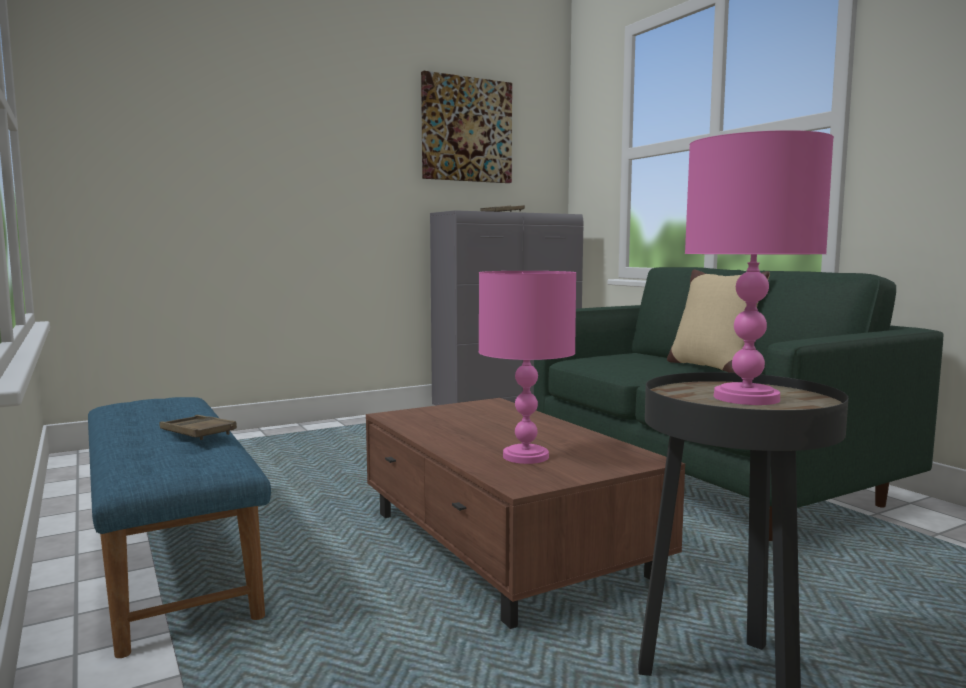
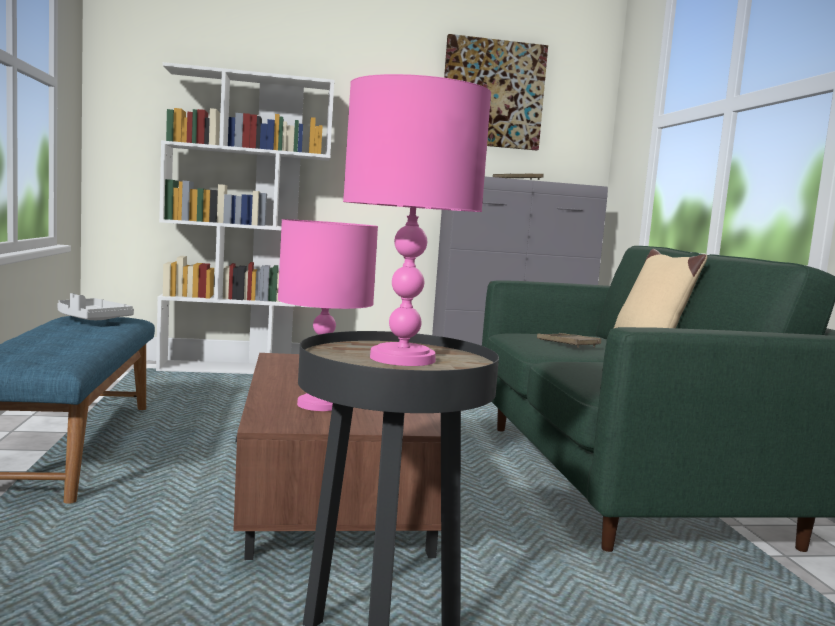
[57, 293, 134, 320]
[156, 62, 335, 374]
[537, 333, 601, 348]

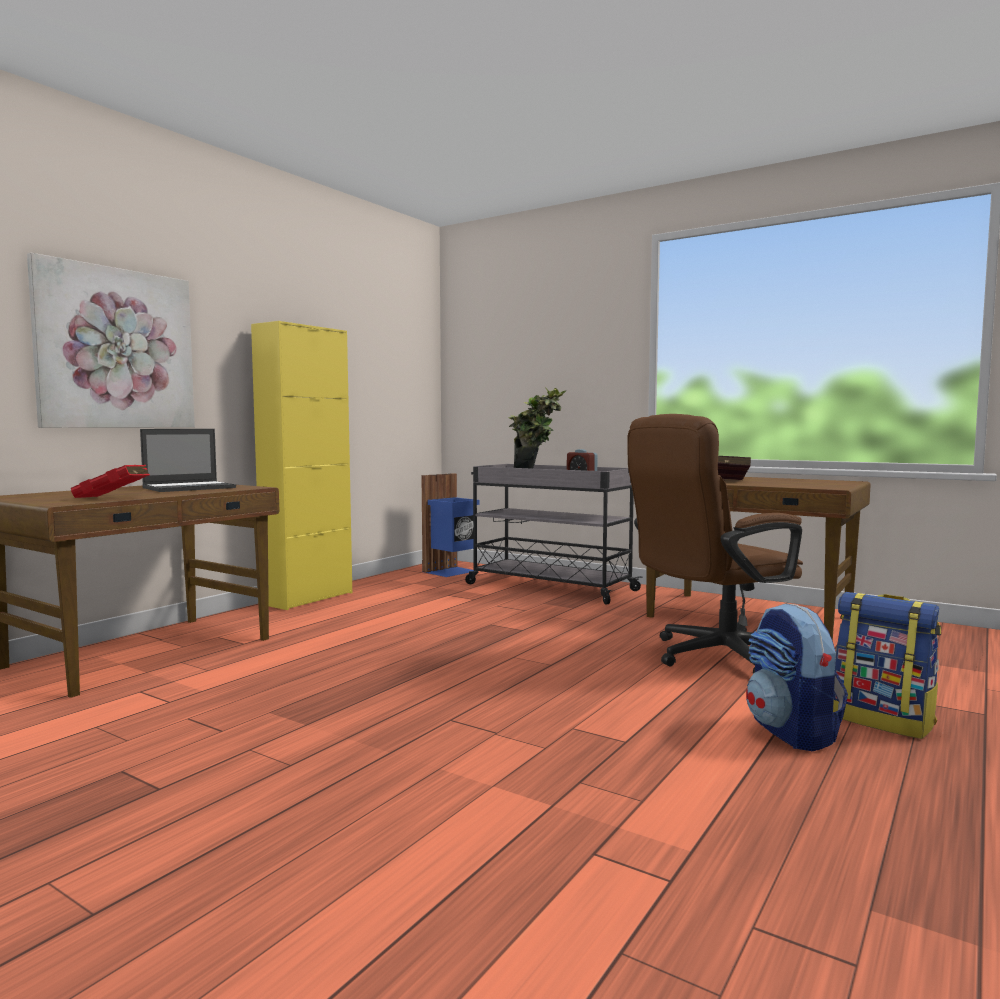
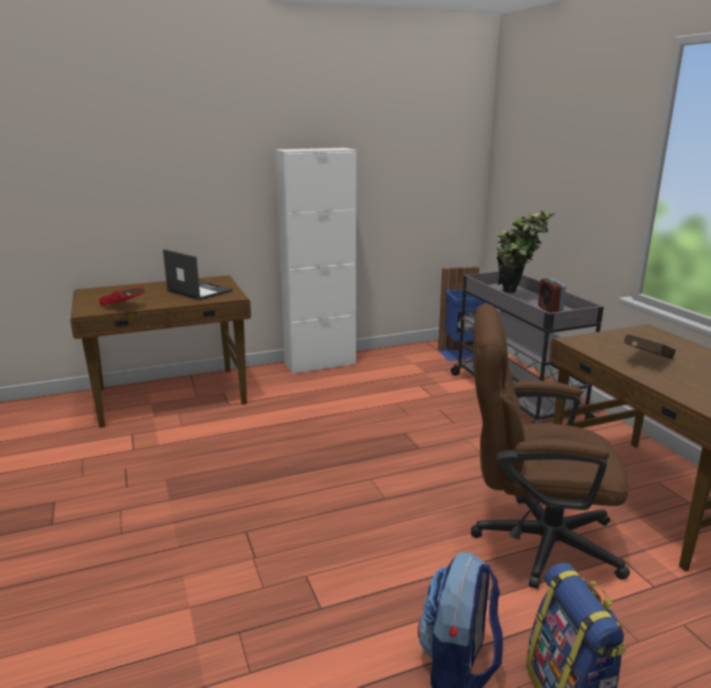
[27, 253, 195, 428] (first image)
[275, 148, 356, 374]
[163, 249, 233, 301]

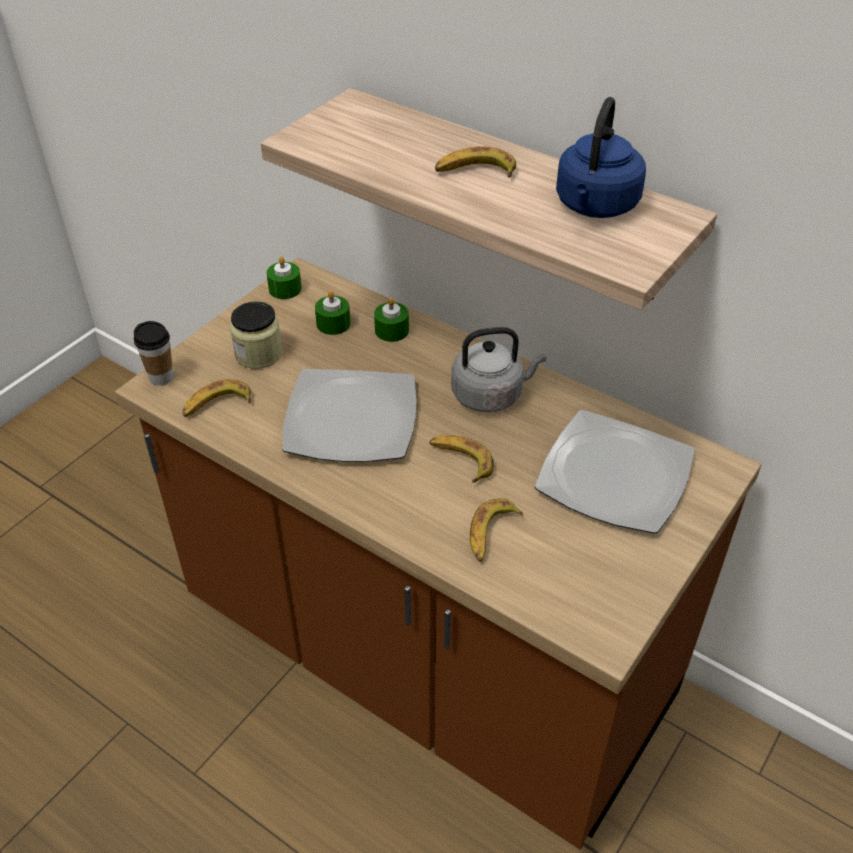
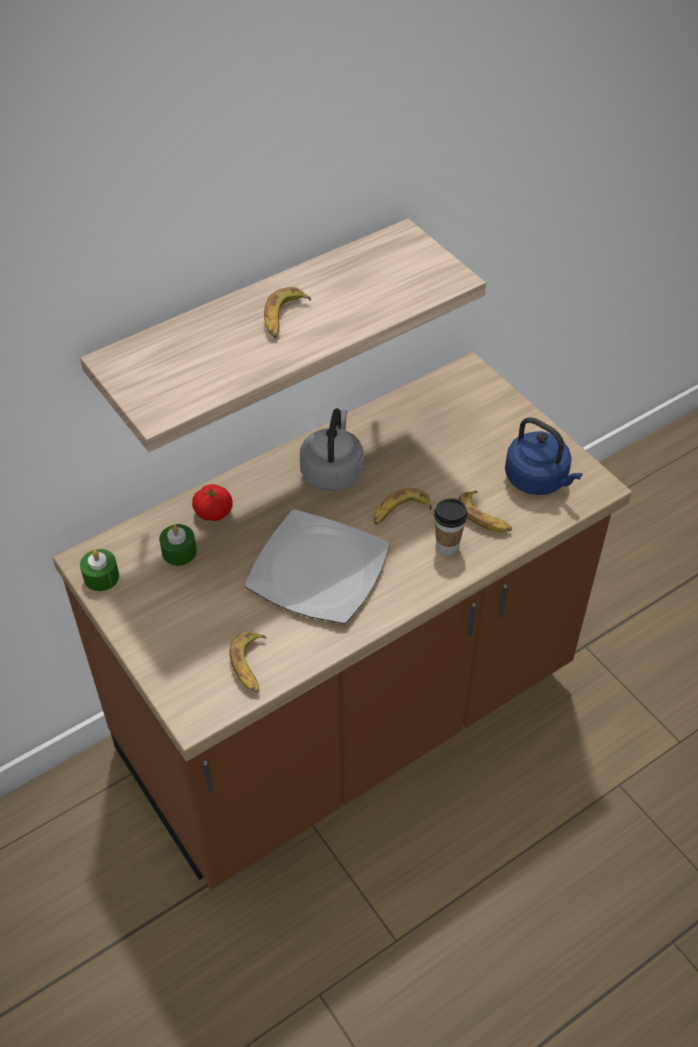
[230, 301, 282, 369] (first image)
[535, 410, 695, 534] (first image)
[434, 498, 467, 555]
[505, 417, 583, 495]
[192, 484, 233, 521]

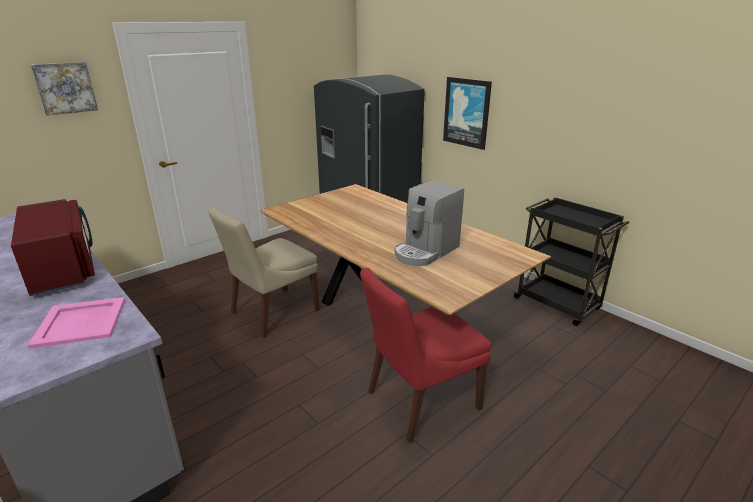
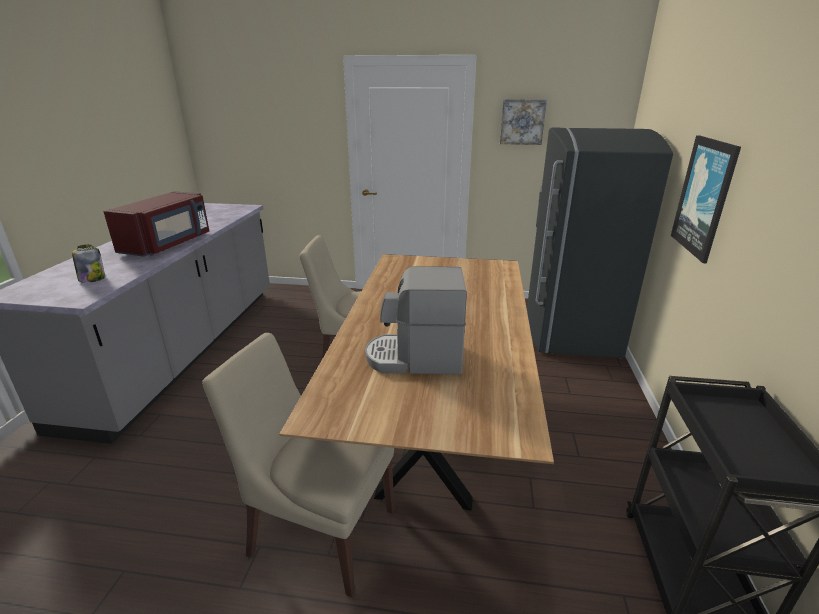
[500, 99, 547, 145]
[72, 244, 105, 283]
[202, 333, 395, 597]

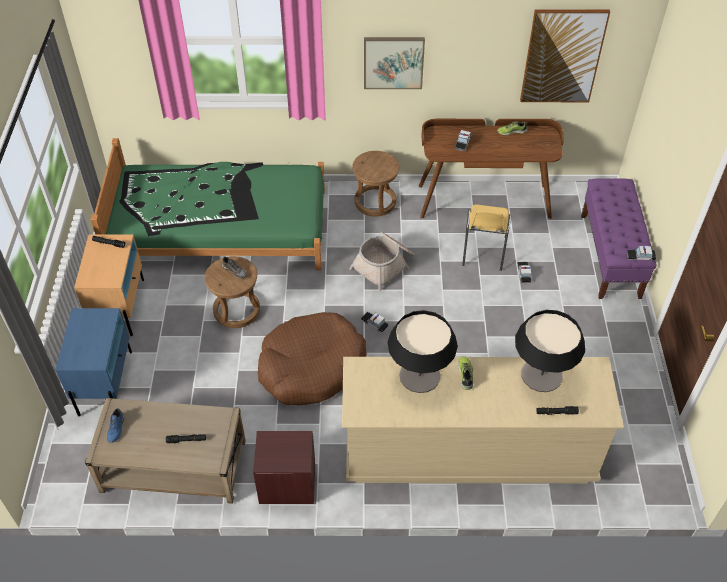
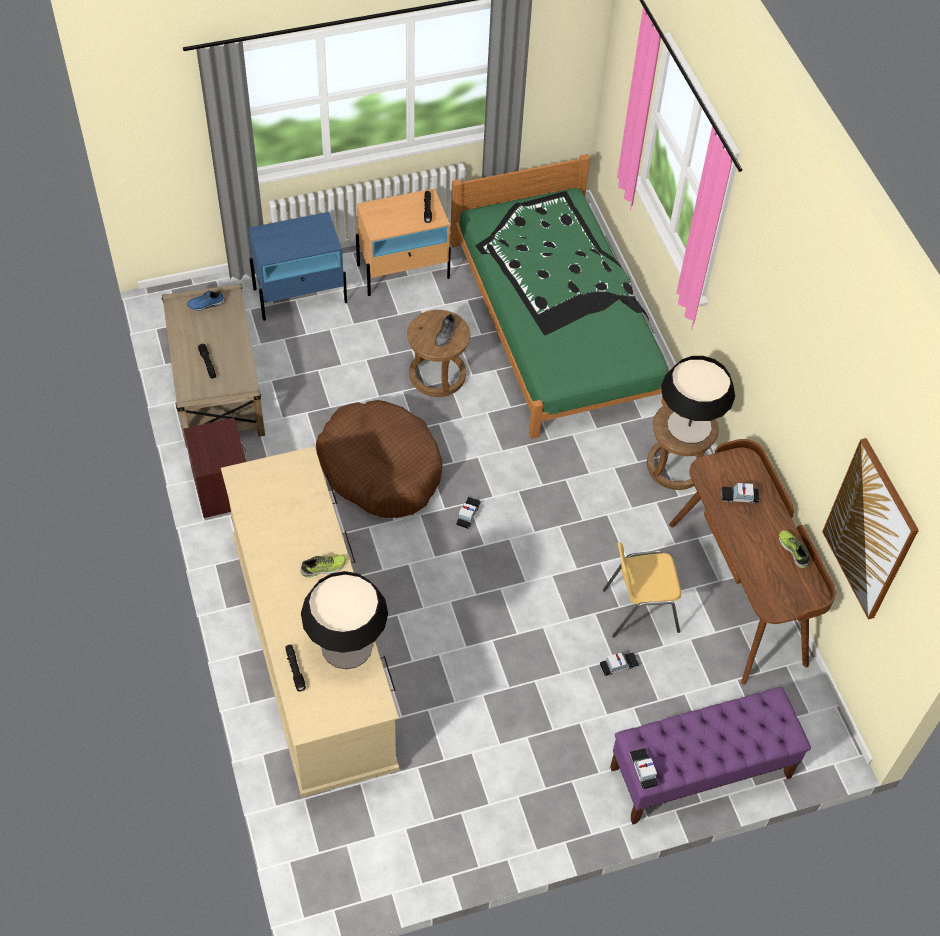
[349, 232, 415, 291] (first image)
[364, 37, 425, 89] (first image)
[661, 356, 735, 444]

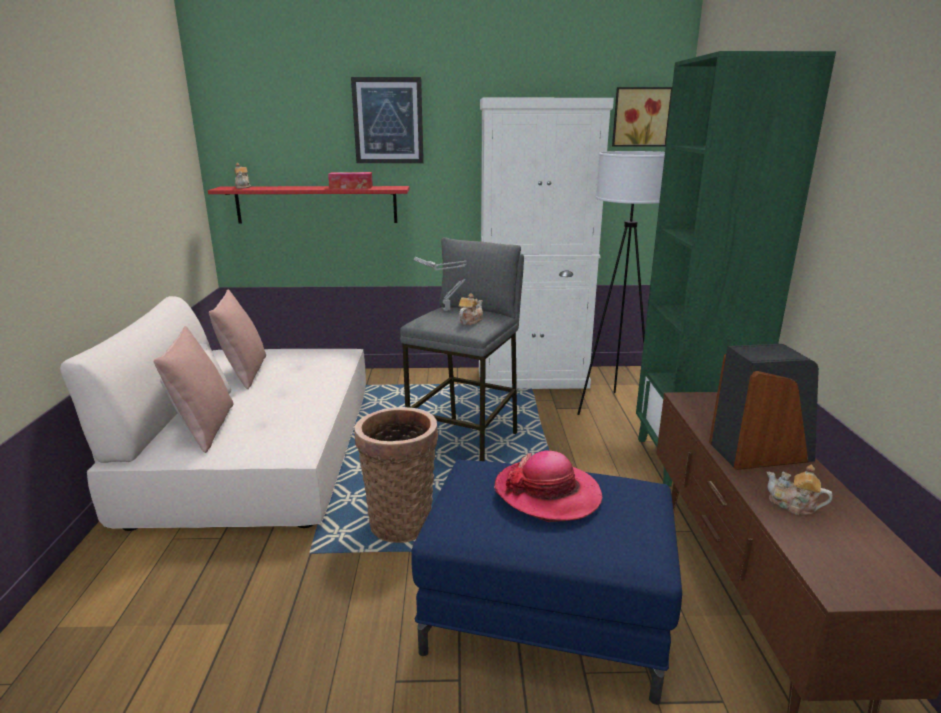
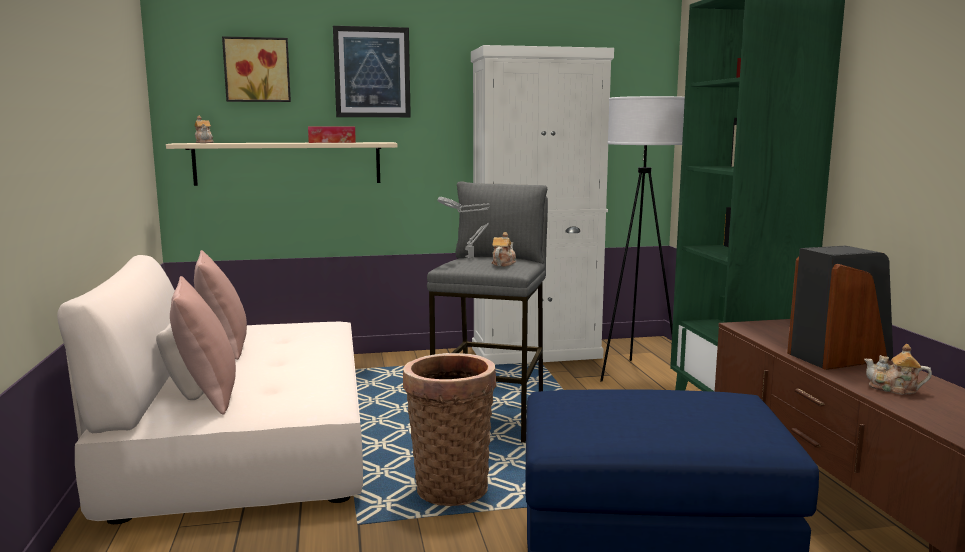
[494, 450, 602, 522] (first image)
[222, 36, 291, 102]
[166, 142, 398, 186]

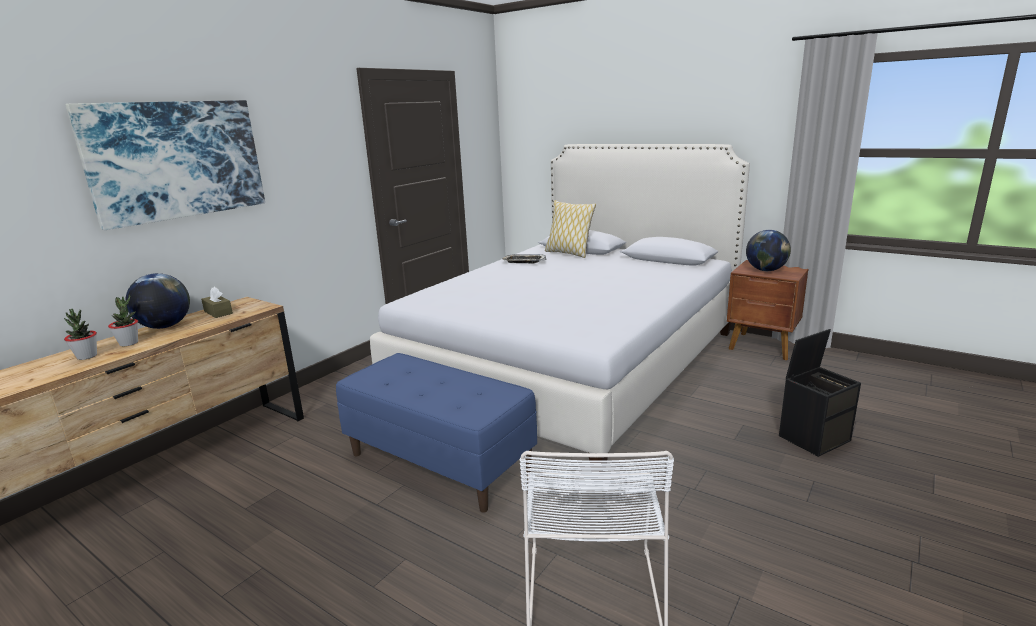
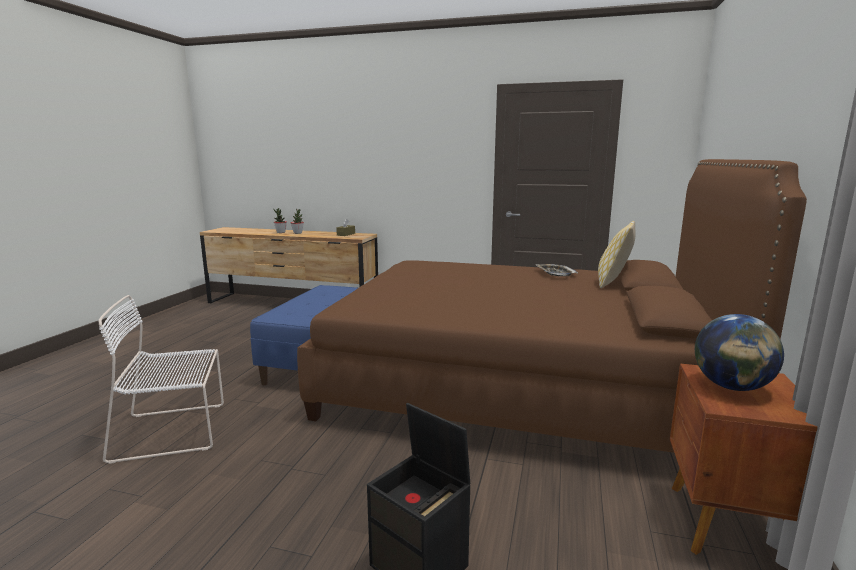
[65, 100, 265, 230] (first image)
[125, 273, 190, 329] (first image)
[297, 159, 807, 453]

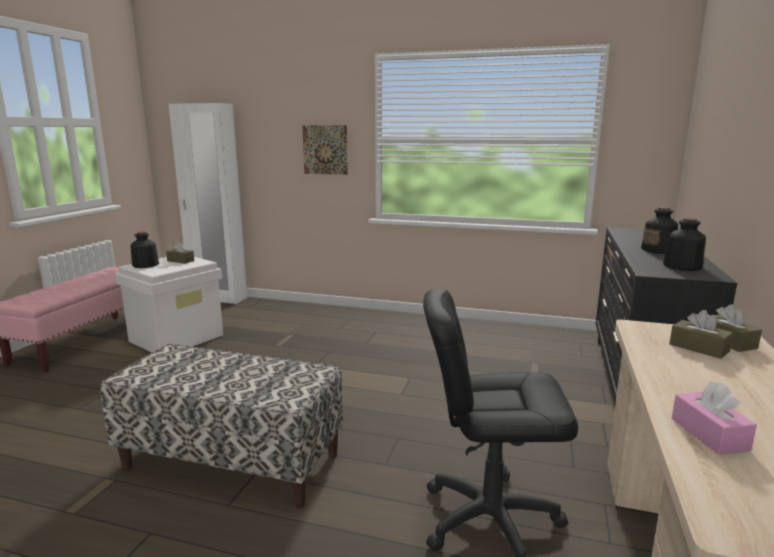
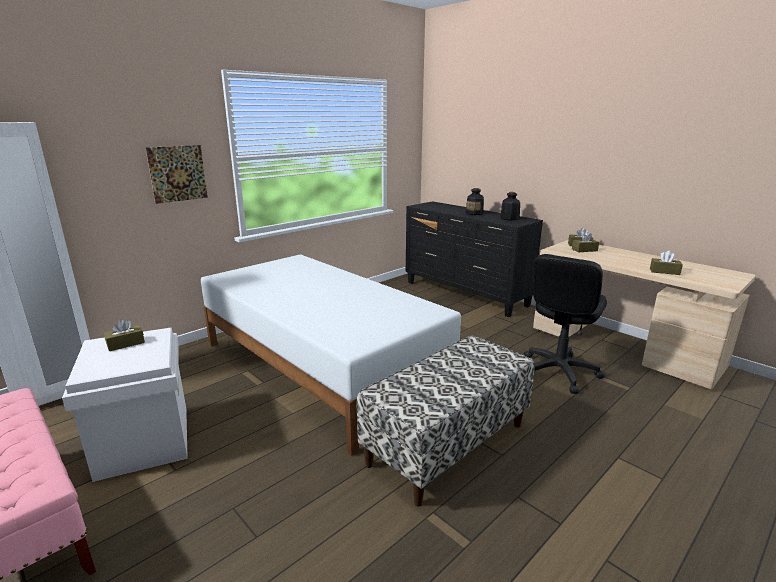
[130, 232, 159, 268] (first image)
[201, 254, 461, 456]
[650, 251, 683, 275]

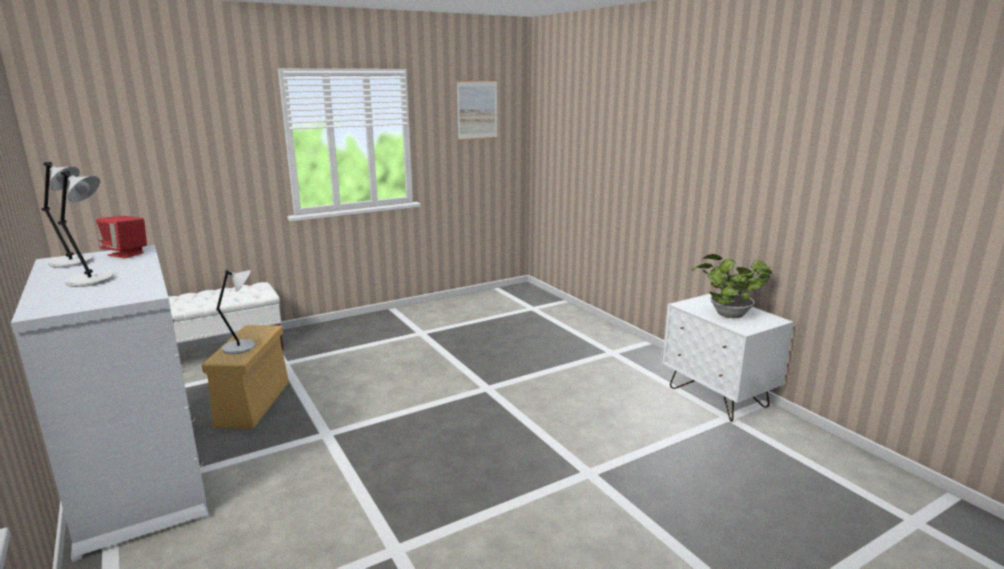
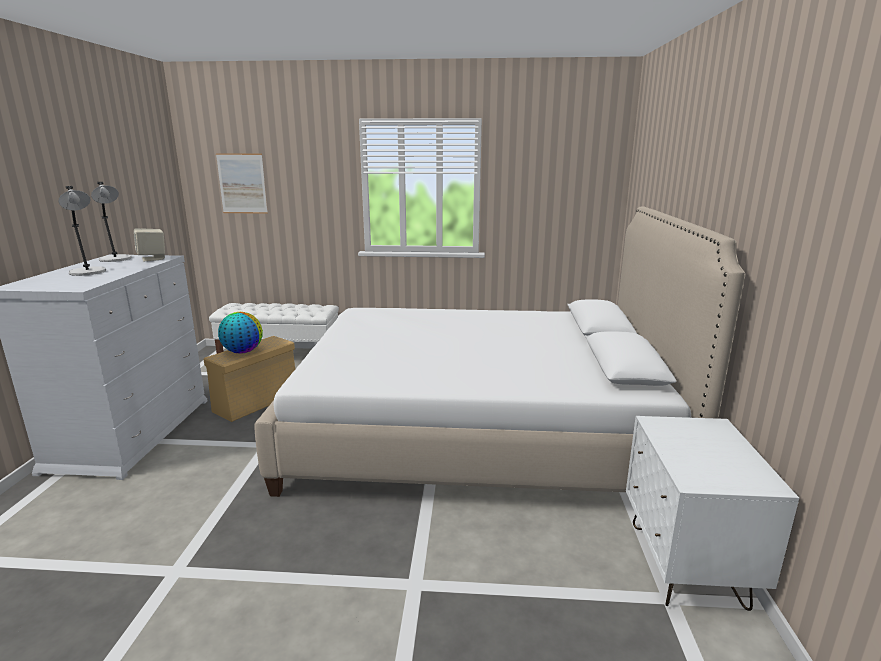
[691, 254, 772, 318] (first image)
[255, 206, 745, 497]
[216, 153, 268, 214]
[218, 312, 263, 353]
[134, 228, 165, 262]

